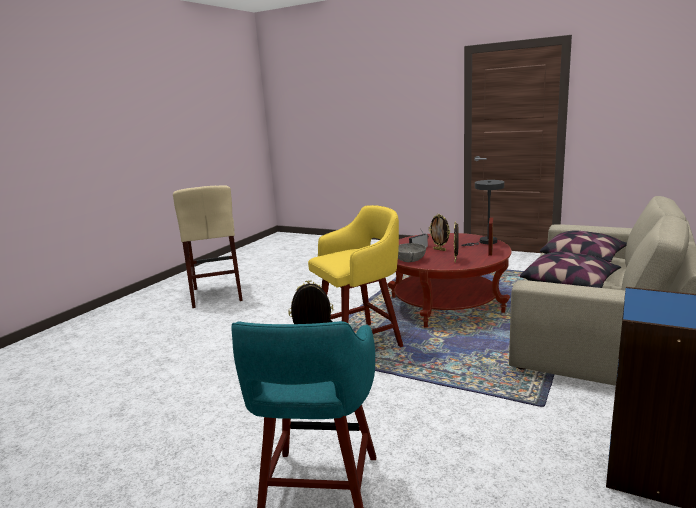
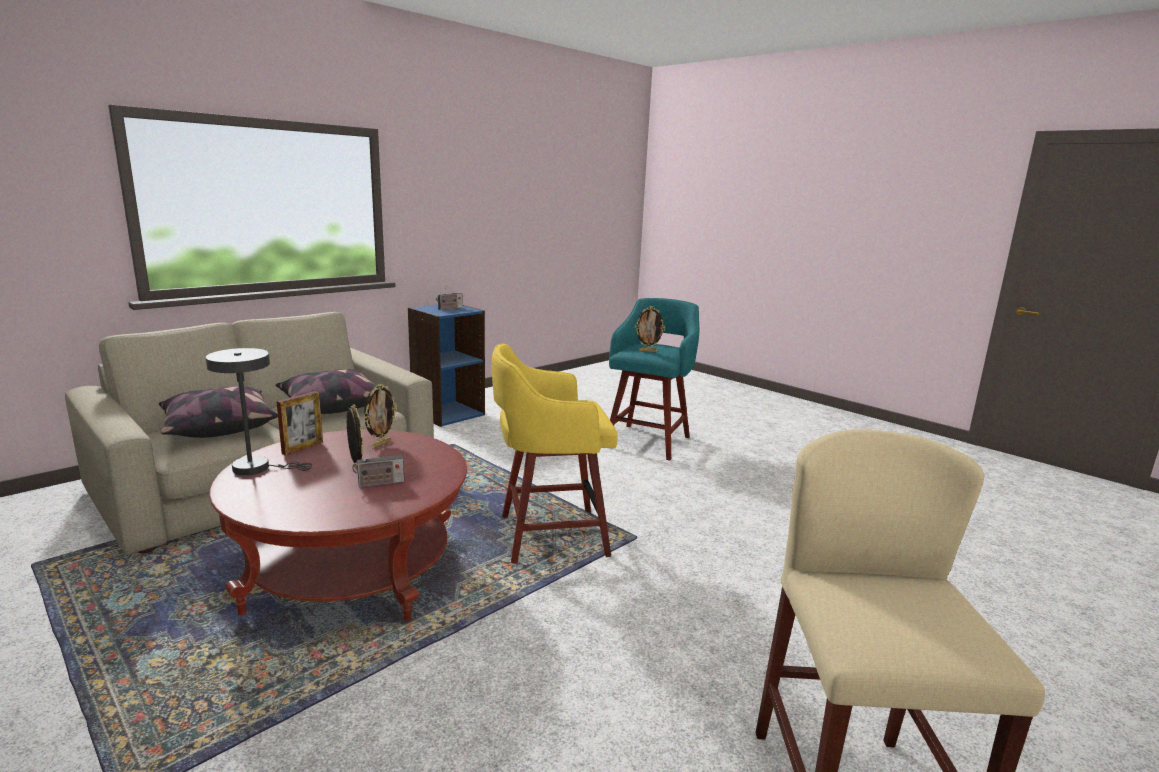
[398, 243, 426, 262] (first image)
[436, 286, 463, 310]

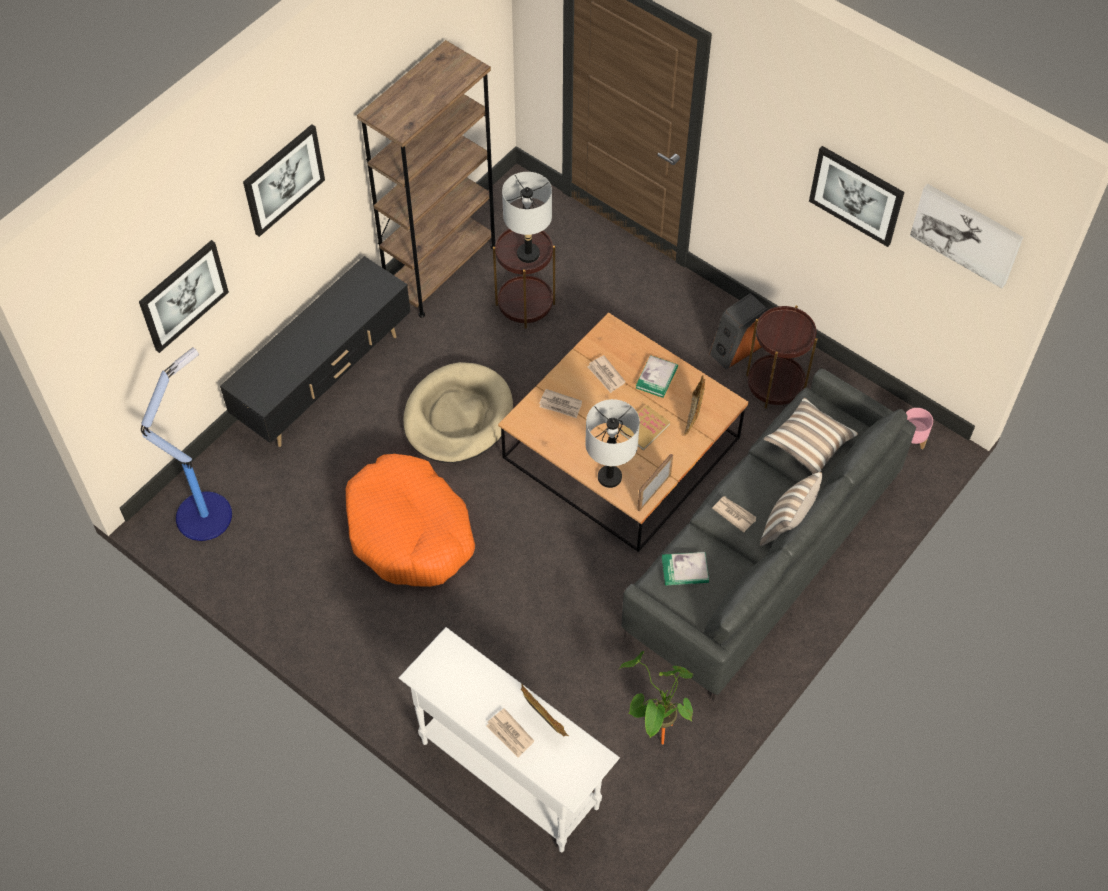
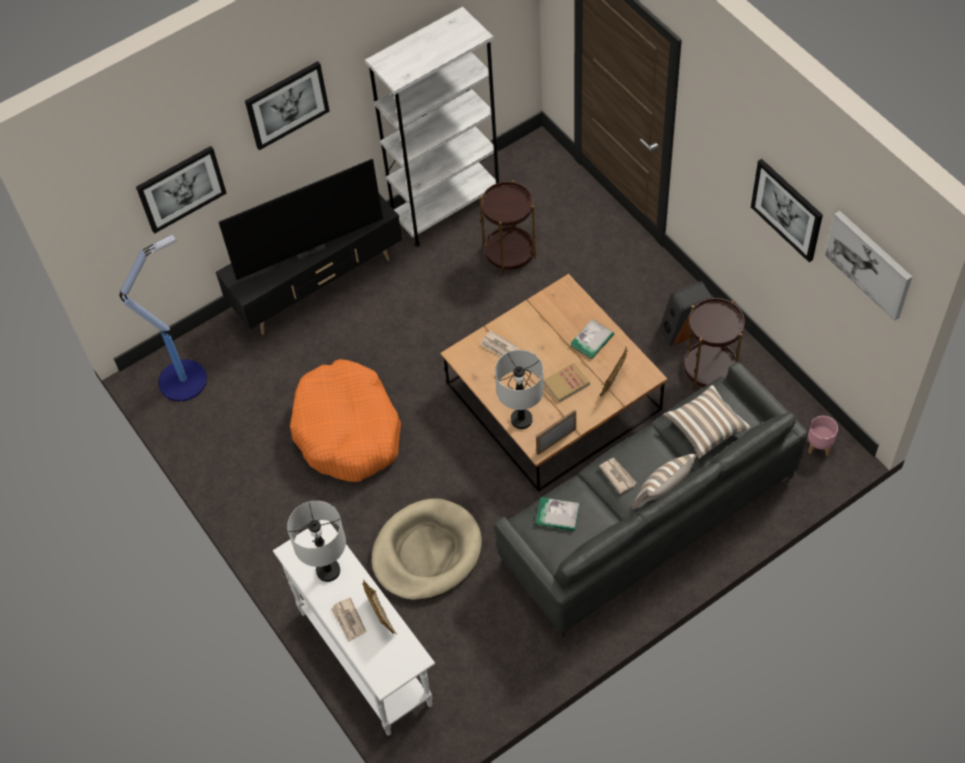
[587, 355, 626, 393] (first image)
[618, 651, 693, 744] (first image)
[219, 159, 383, 280]
[371, 498, 482, 600]
[287, 501, 346, 582]
[365, 6, 499, 247]

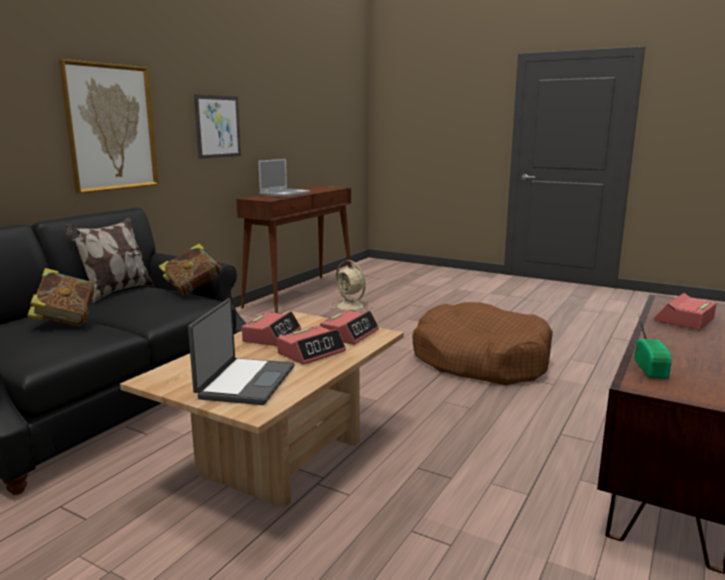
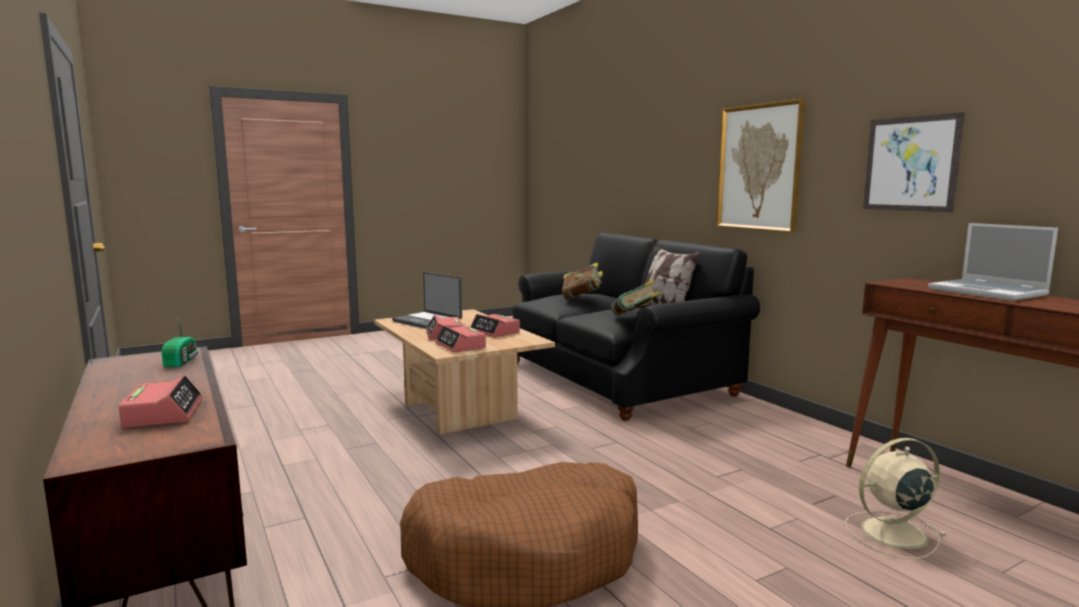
[162, 318, 198, 367]

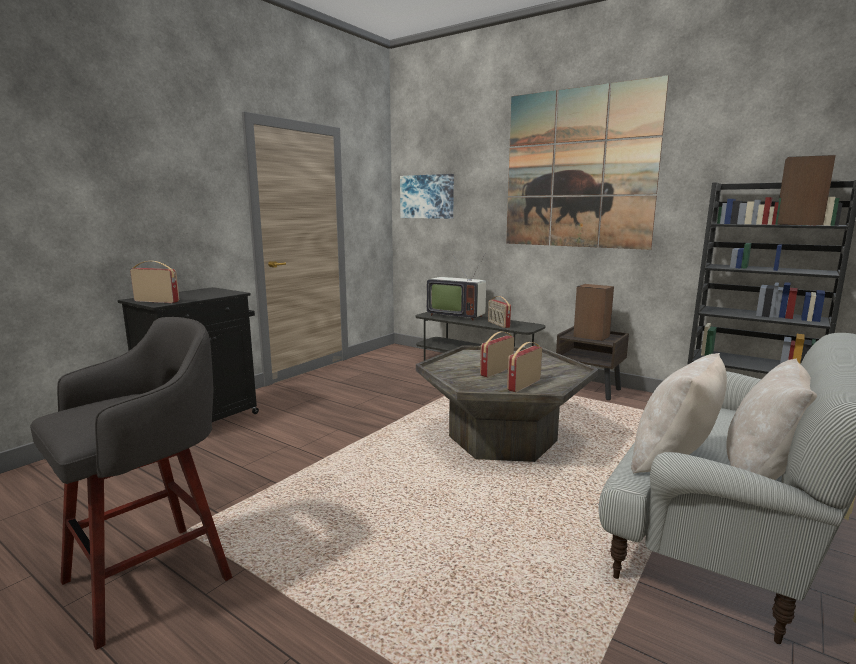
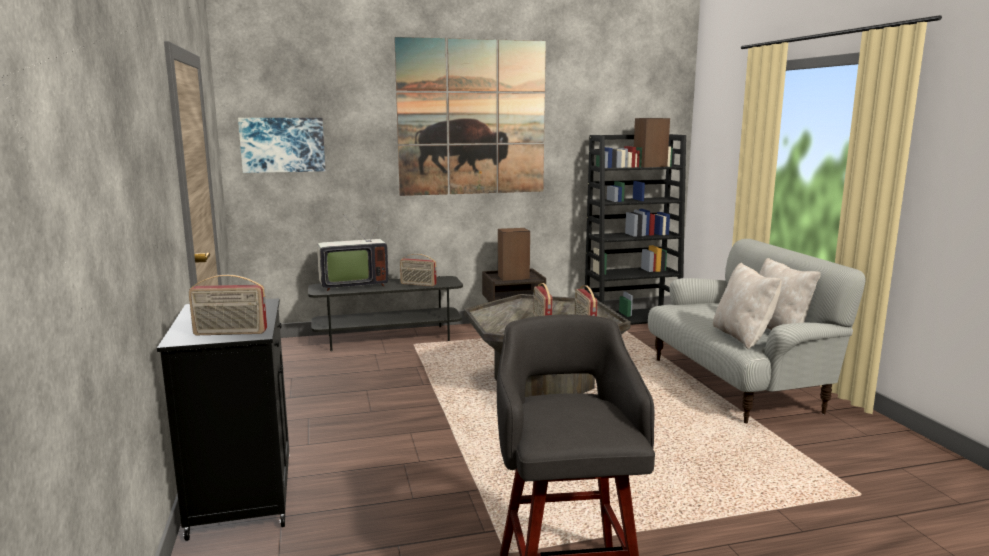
[189, 275, 267, 335]

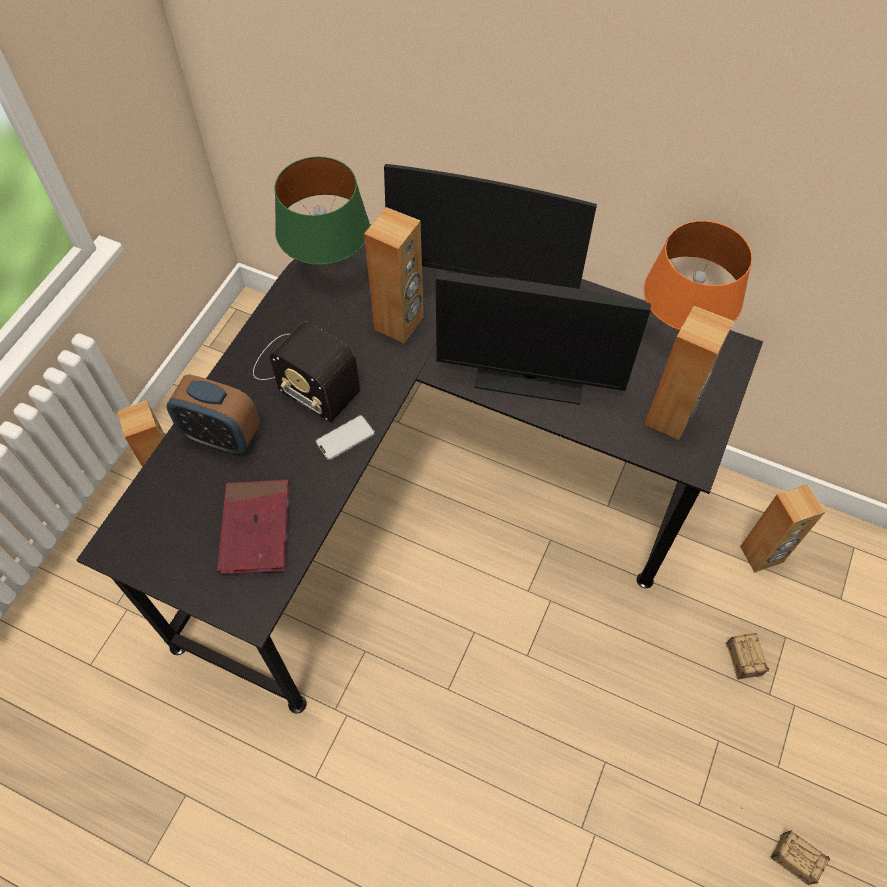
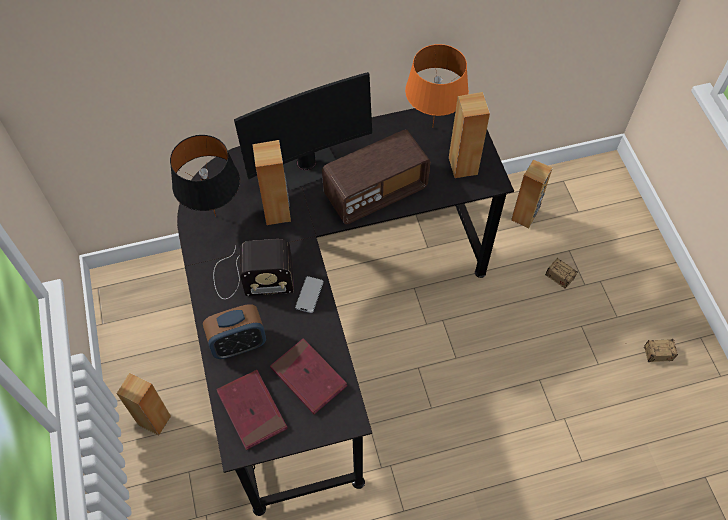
[216, 370, 288, 450]
[322, 129, 430, 224]
[170, 135, 240, 217]

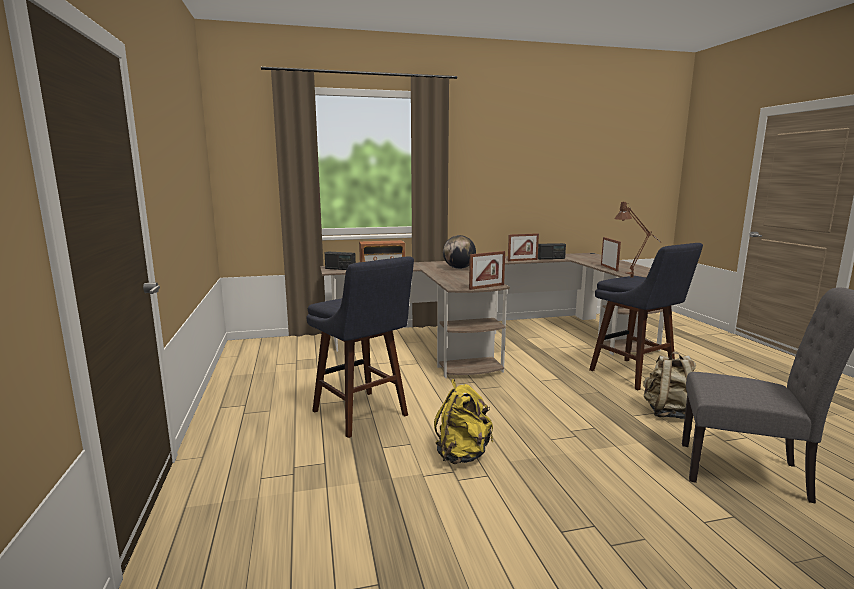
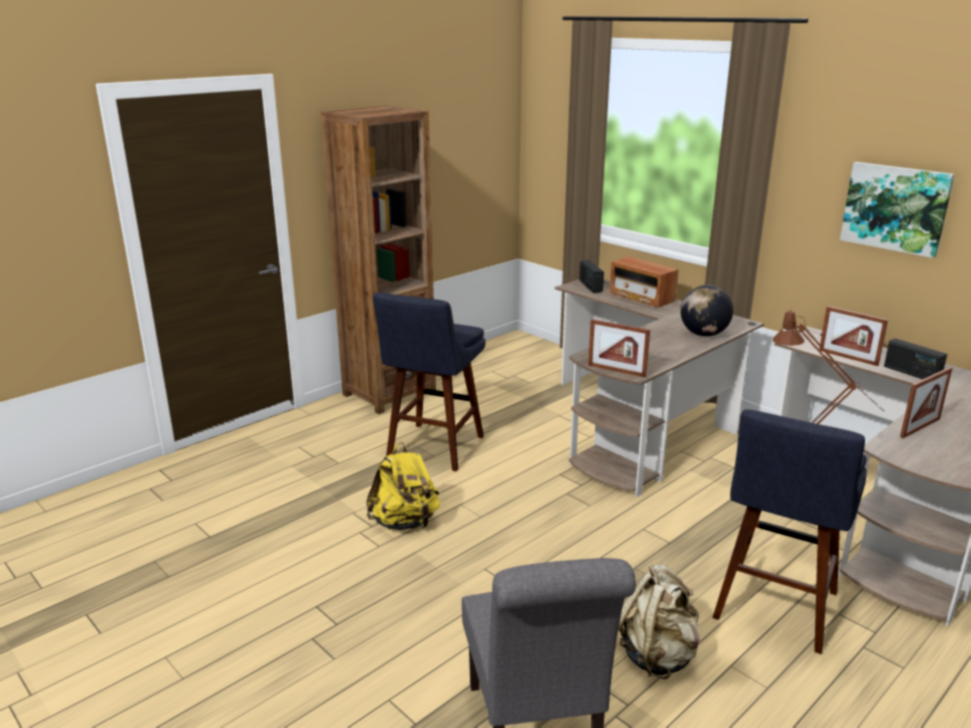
[321, 106, 436, 414]
[840, 162, 955, 258]

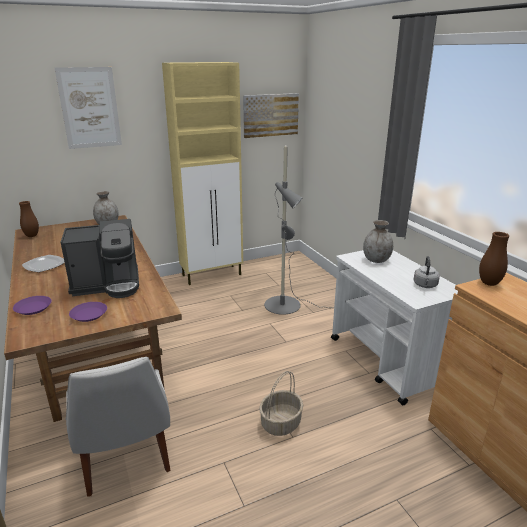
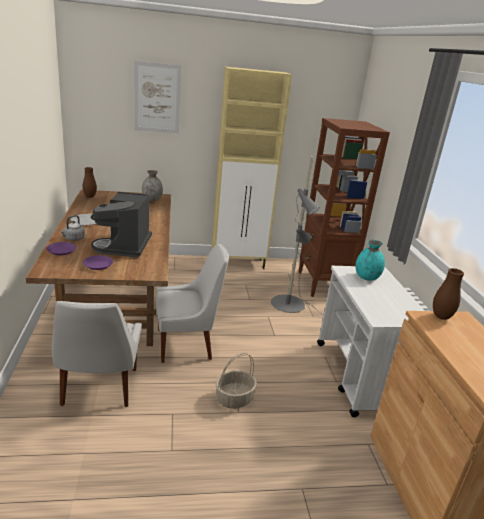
[243, 93, 299, 138] (first image)
[156, 243, 229, 363]
[299, 118, 390, 297]
[59, 215, 85, 241]
[355, 239, 385, 281]
[91, 192, 152, 258]

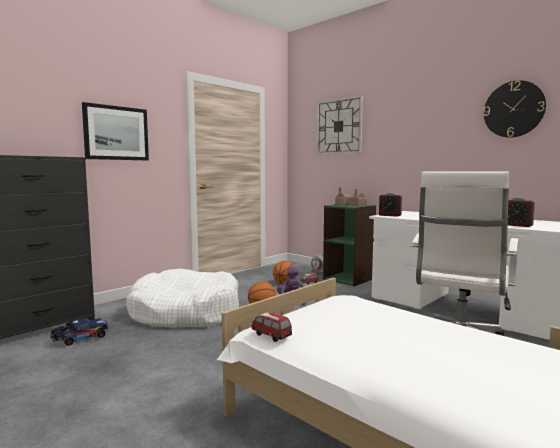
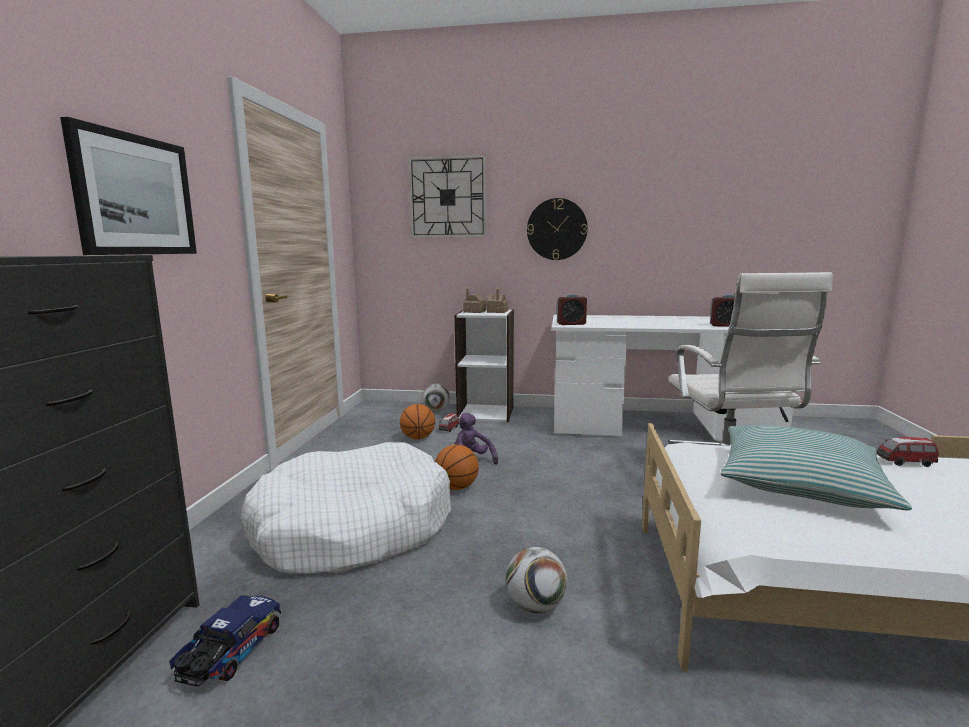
[506, 547, 568, 614]
[721, 425, 912, 510]
[877, 437, 939, 467]
[527, 198, 588, 260]
[455, 309, 514, 422]

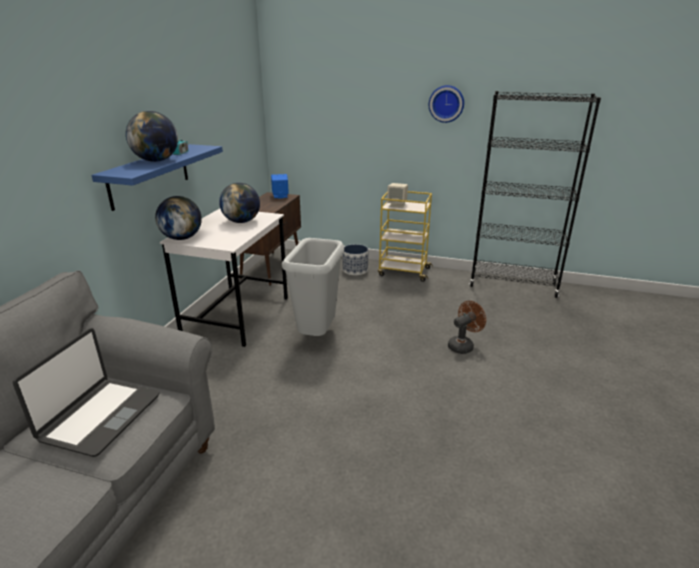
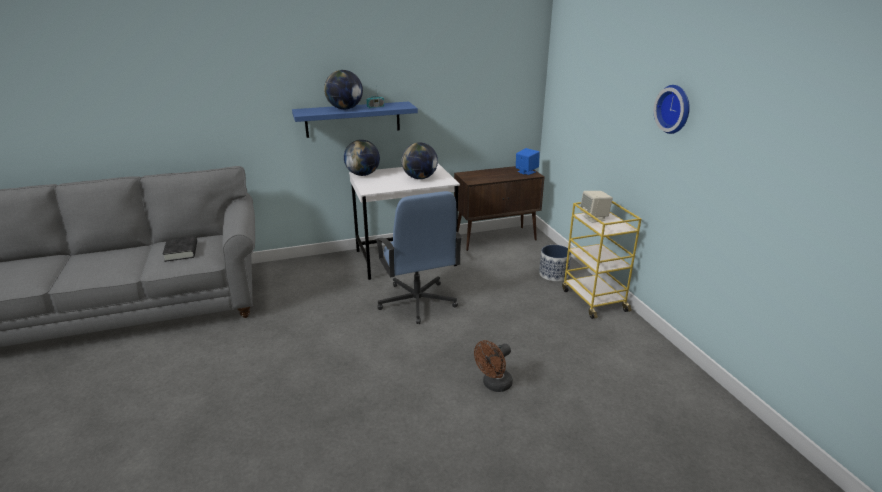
[469, 91, 601, 298] (first image)
[163, 236, 197, 262]
[375, 191, 462, 324]
[474, 340, 513, 392]

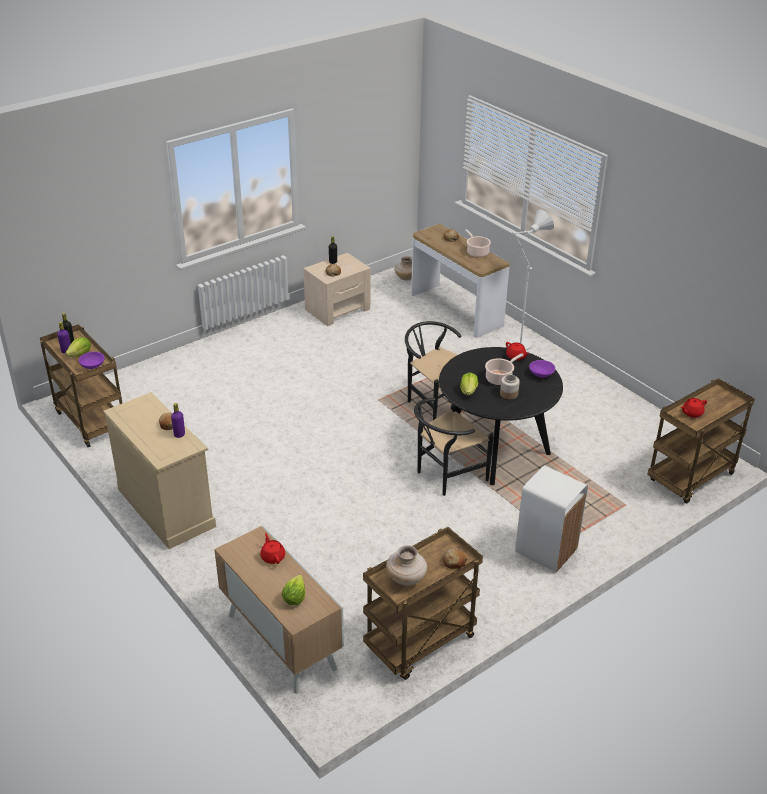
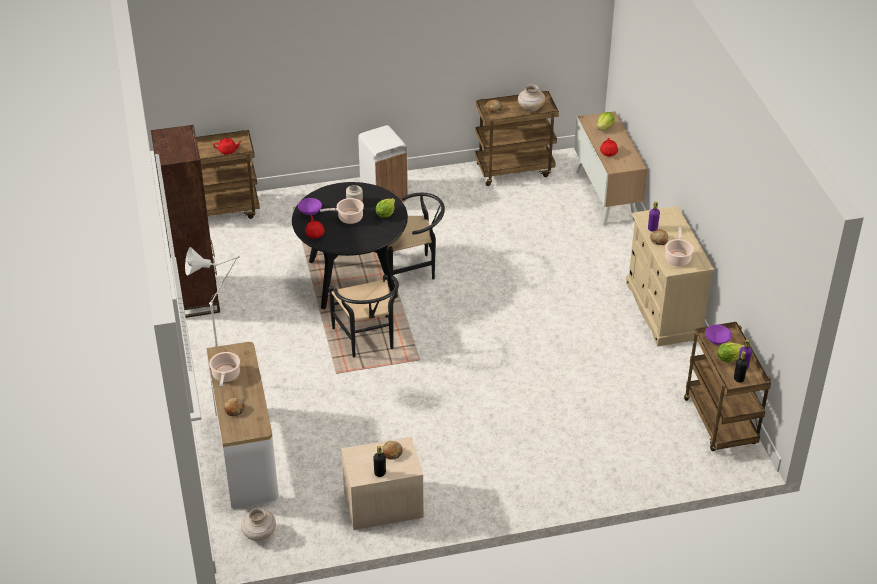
[151, 125, 220, 318]
[665, 227, 694, 266]

